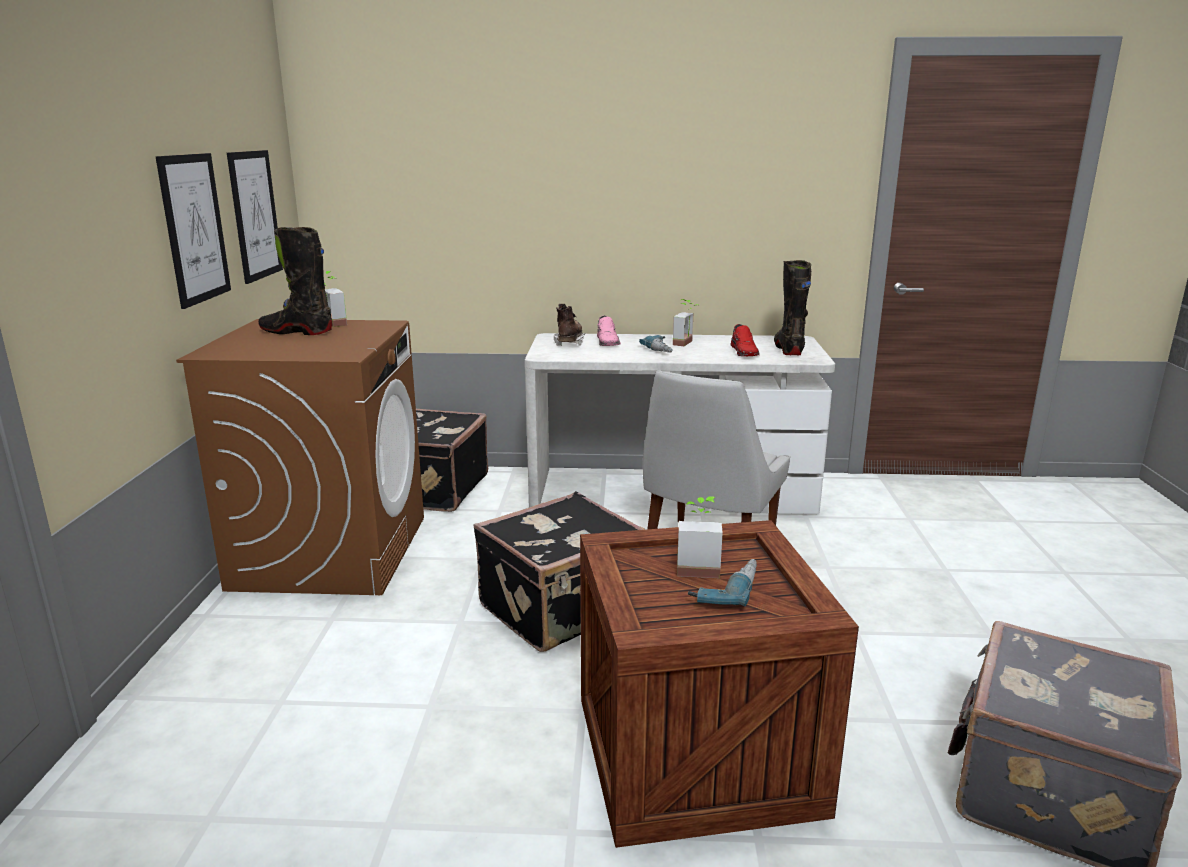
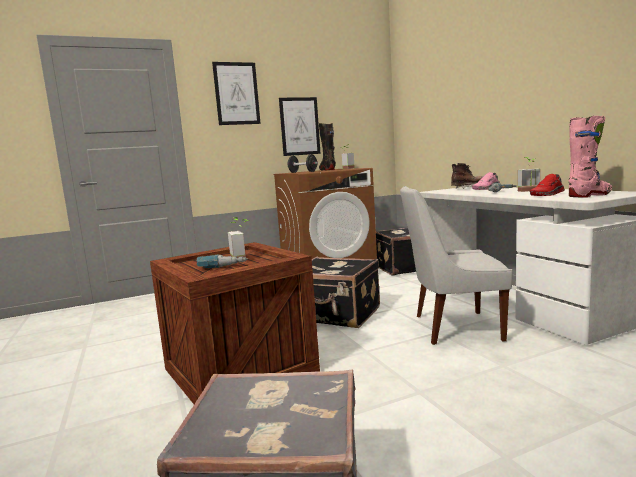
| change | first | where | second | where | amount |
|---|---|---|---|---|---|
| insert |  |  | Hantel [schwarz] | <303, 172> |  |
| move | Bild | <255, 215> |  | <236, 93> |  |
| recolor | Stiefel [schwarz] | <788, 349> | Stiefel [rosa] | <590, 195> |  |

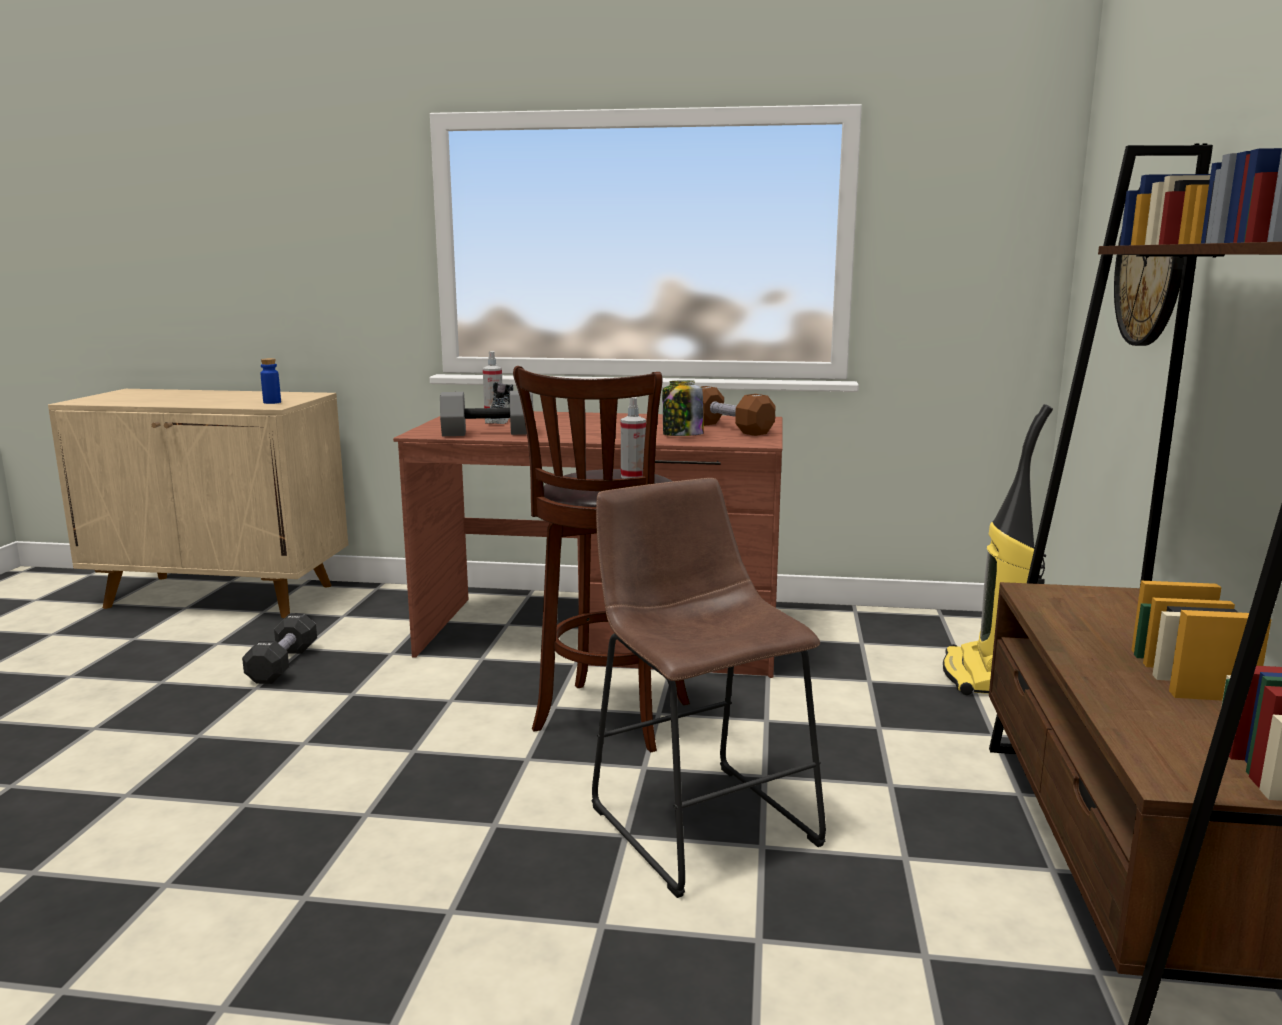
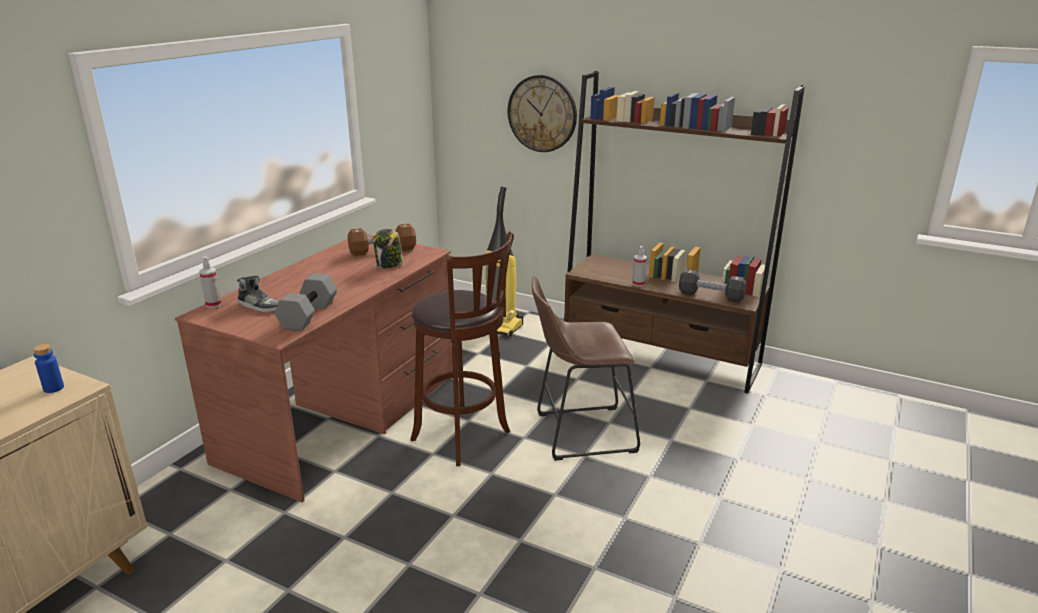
| change | first | where | second | where | amount |
|---|---|---|---|---|---|
| move | Hantel [schwarz] | <283, 664> |  | <710, 296> |  |
| move | Sprühflasche | <633, 477> |  | <638, 284> |  |

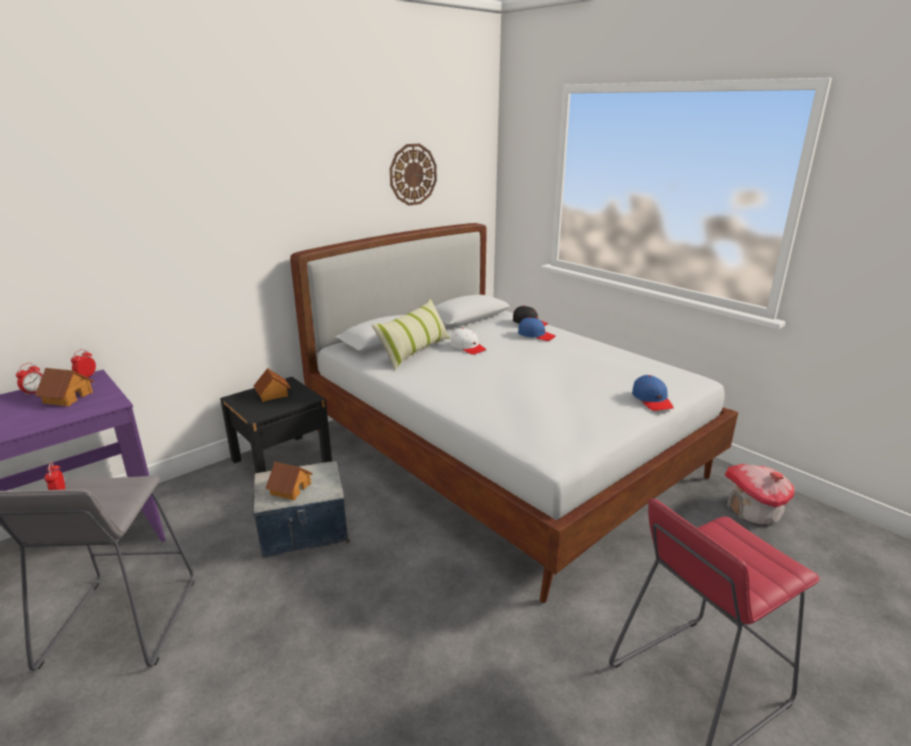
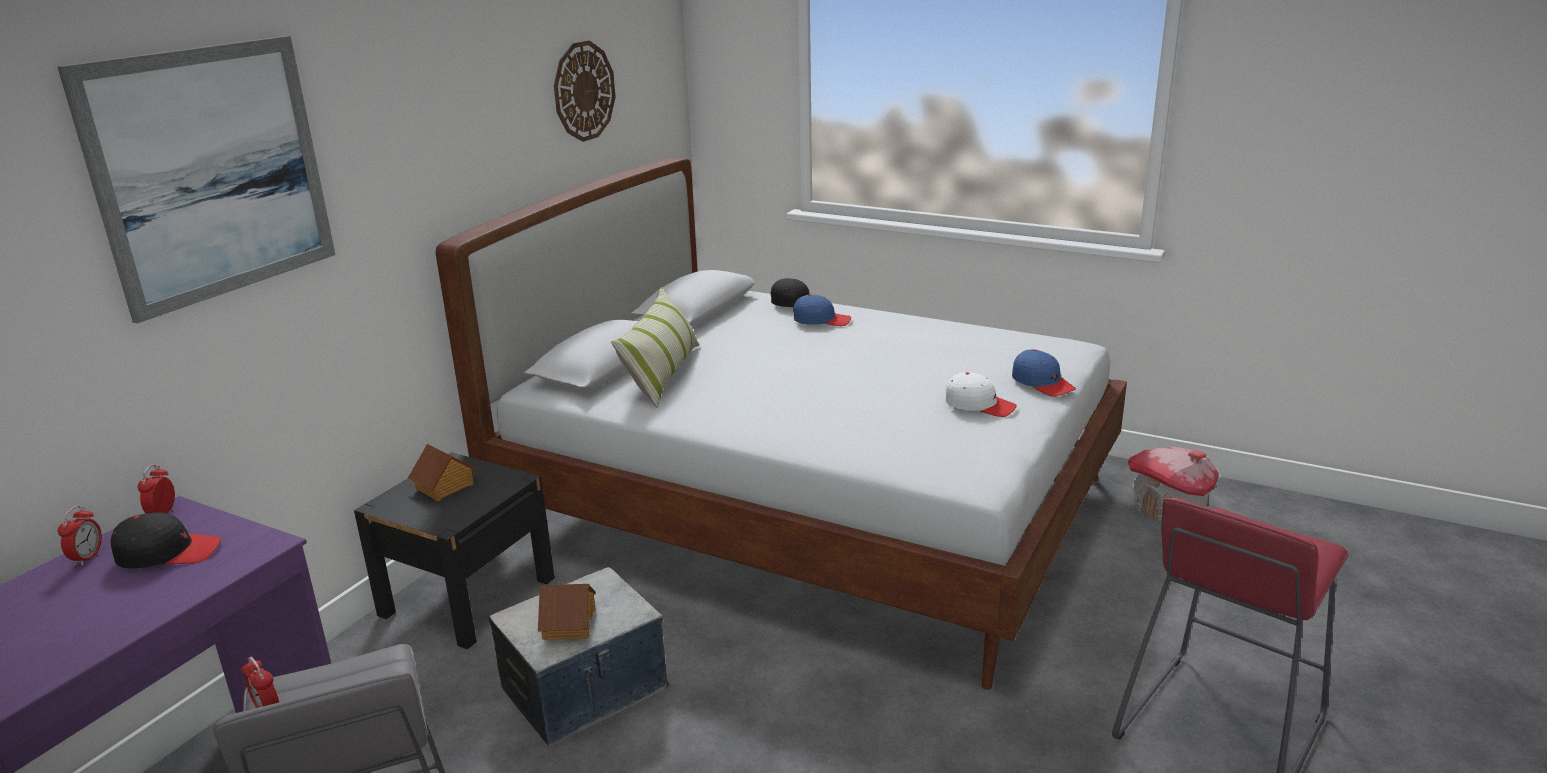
| change | first | where | second | where | amount |
|---|---|---|---|---|---|
| insert |  |  | Bild | <212, 173> |  |
| move | Kappe [weiß] | <468, 347> |  | <979, 405> |  |
| replace | Spielzeughaus | <67, 397> | Kappe [schwarz] | <168, 553> |  |

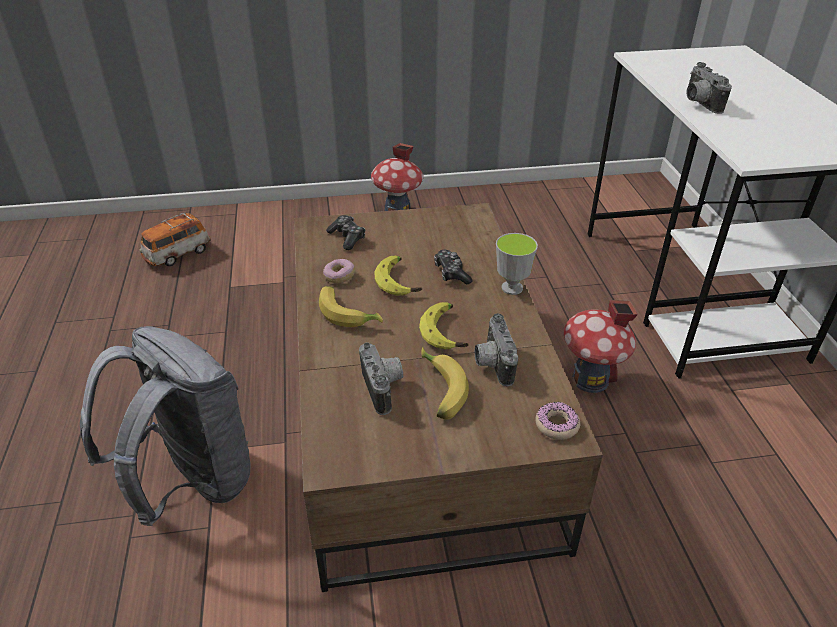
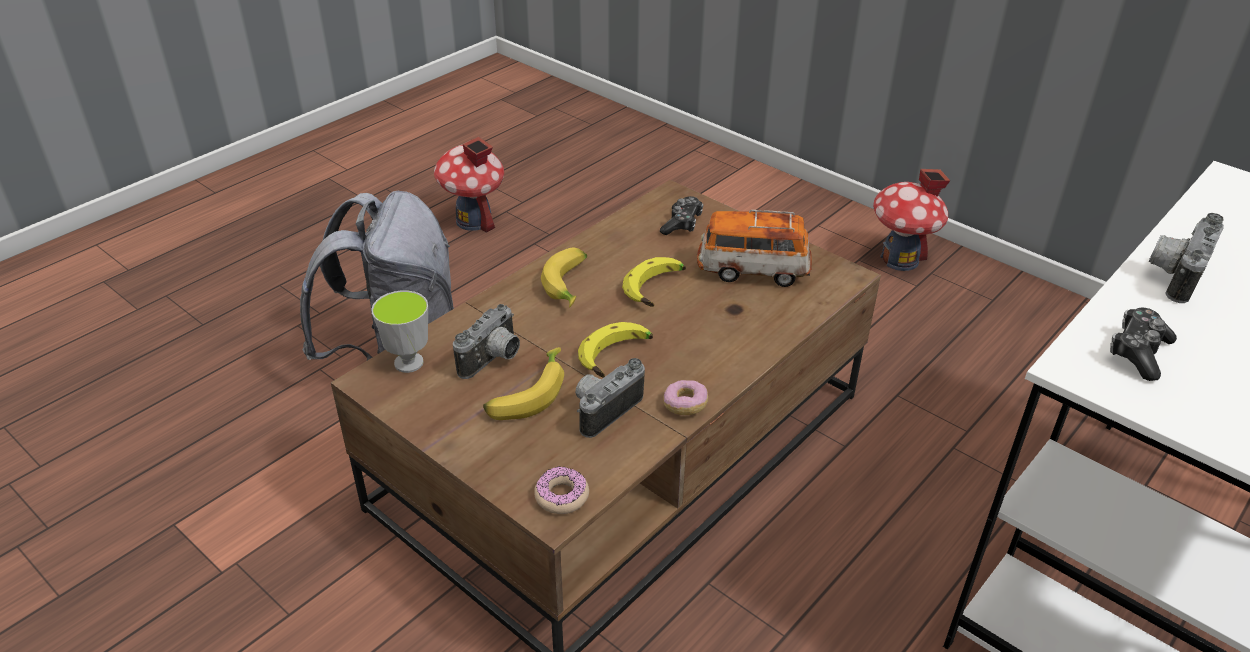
| change | first | where | second | where | amount |
|---|---|---|---|---|---|
| move | Spielzeugauto | <178, 254> |  | <752, 270> |  |
| move | Donut | <339, 277> |  | <685, 405> |  |
| move | Gamepad | <451, 273> |  | <1138, 352> |  |
| move | Tasse | <512, 288> |  | <409, 363> |  |
| move | Spielzeughaus | <590, 380> |  | <474, 220> |  |

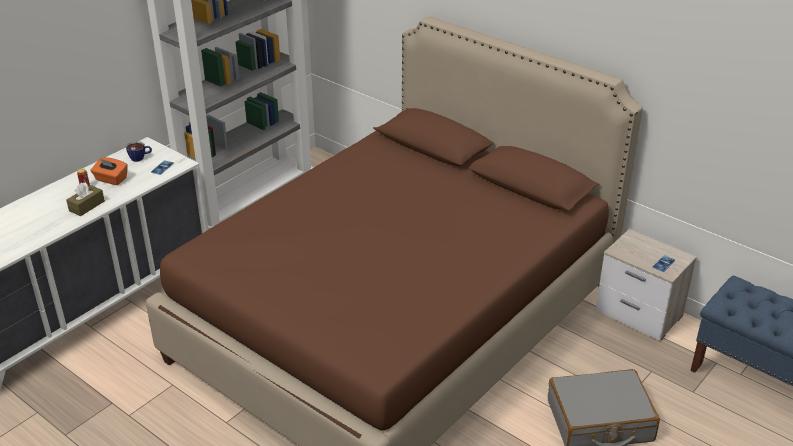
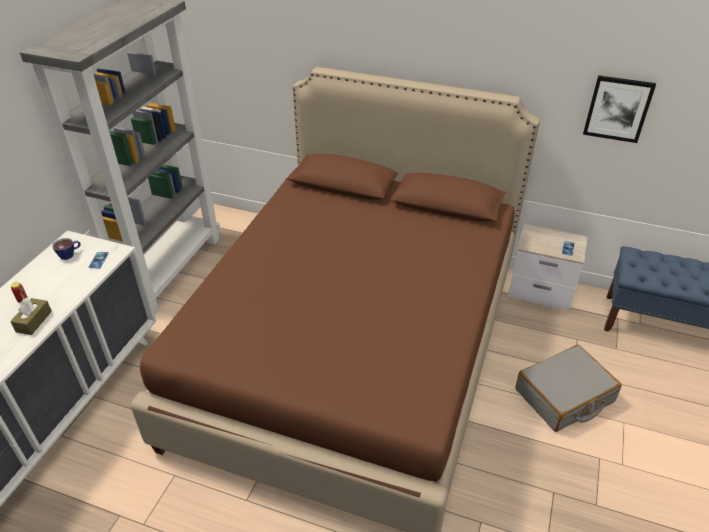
| change | first | where | second | where | amount |
|---|---|---|---|---|---|
| delete | Taschentuchbox [orange] | <111, 179> |  |  |  |
| insert |  |  | Bild | <618, 108> |  |

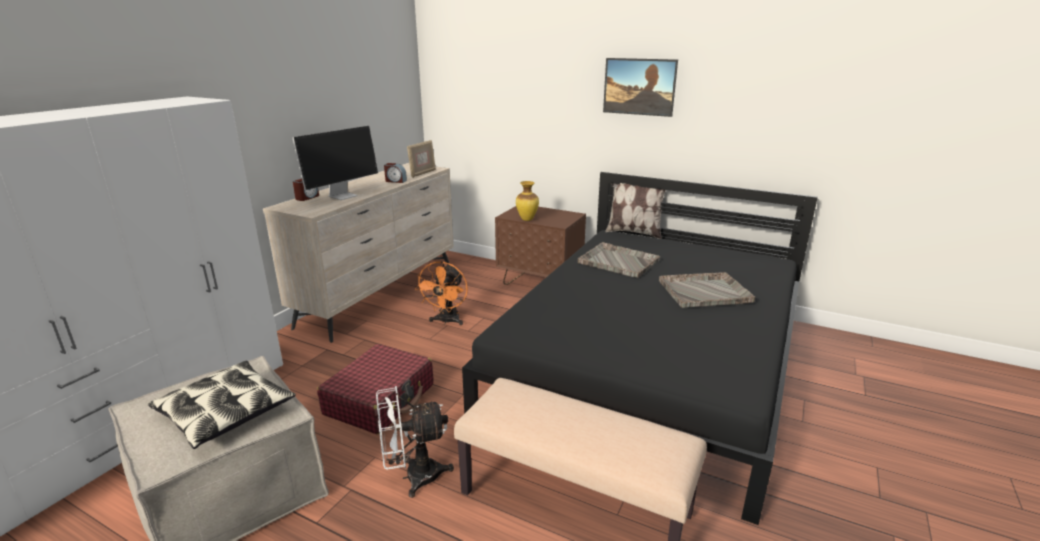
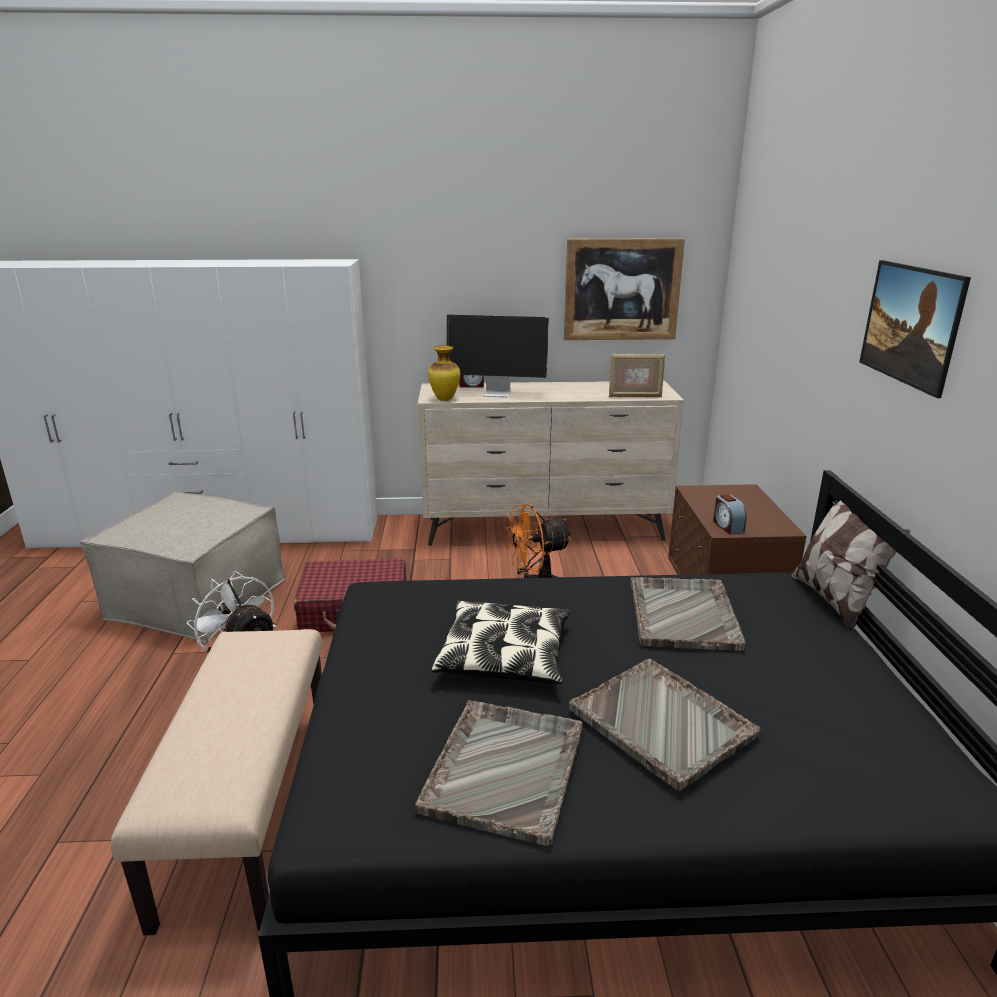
| change | first | where | second | where | amount |
|---|---|---|---|---|---|
| insert |  |  | Tablett [grau] | <505, 768> |  |
| insert |  |  | Bild | <622, 290> |  |
| move | Kissen | <226, 412> |  | <505, 655> |  |
| move | Wecker | <395, 181> |  | <727, 526> |  |
| move | Vase | <527, 219> |  | <445, 399> |  |

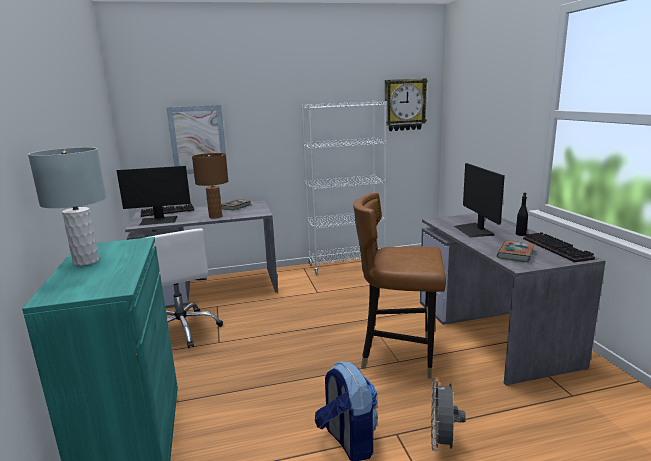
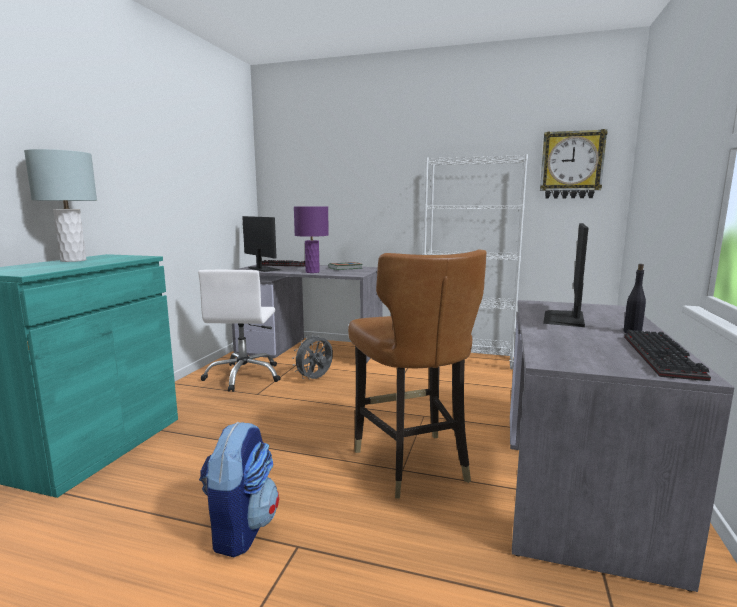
| change | first | where | second | where | amount |
|---|---|---|---|---|---|
| delete | Bild | <198, 140> |  |  |  |
| delete | Buch | <515, 254> |  |  |  |
| move | Ventilator [grau] | <442, 443> |  | <315, 379> |  |
| recolor | Tischlampe [braun] | <215, 216> | Tischlampe [lila] | <312, 272> |  |
| rotate | Monitor | <159, 220> |  | <264, 269> | 150 degrees counterclockwise |
| rotate | Stuhl [braun] | <399, 355> |  | <411, 463> | 150 degrees counterclockwise |

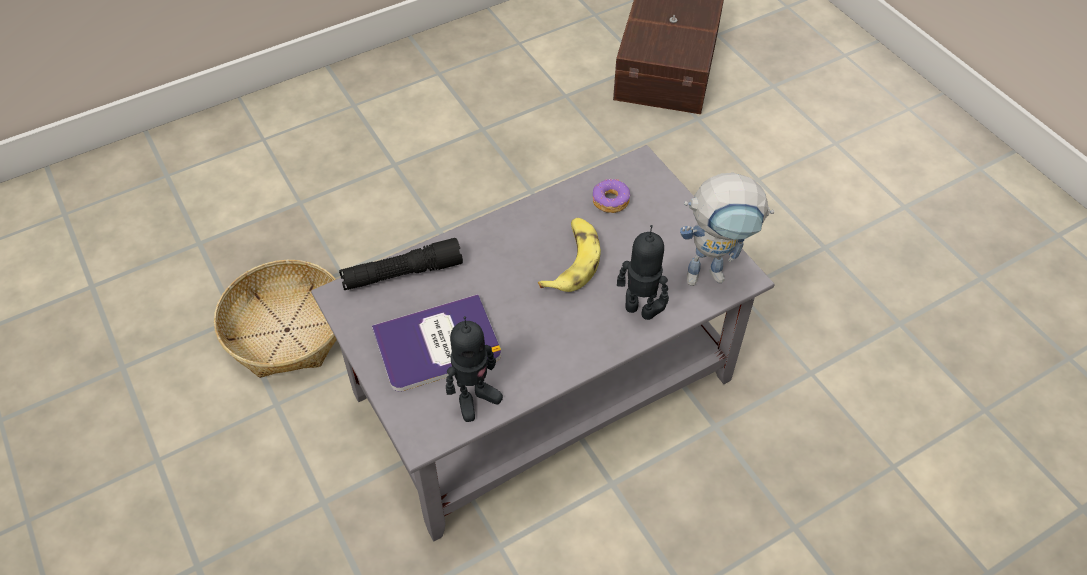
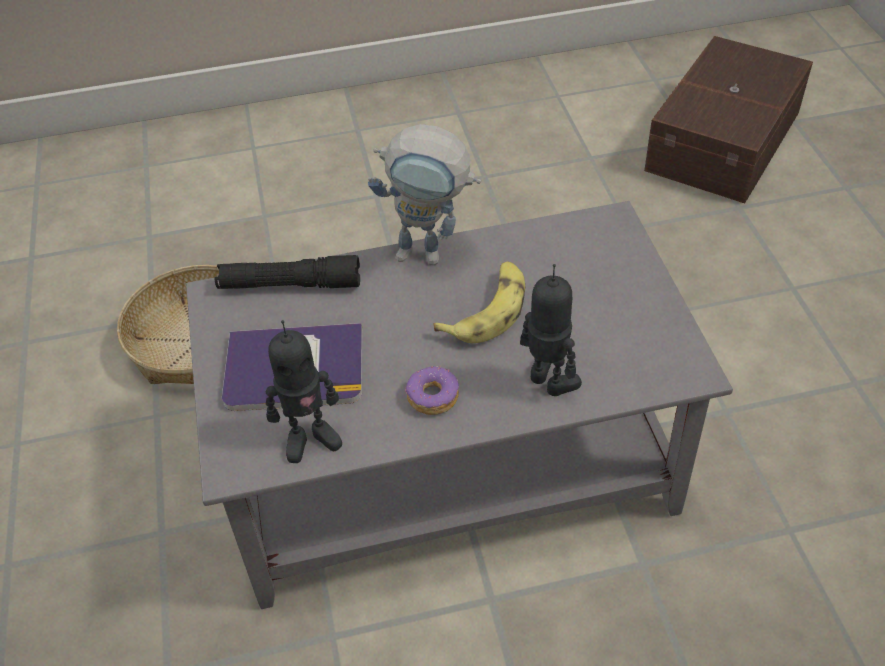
| change | first | where | second | where | amount |
|---|---|---|---|---|---|
| move | Donut | <610, 201> |  | <432, 396> |  |
| move | Spielzeugroboter | <714, 273> |  | <431, 254> |  |

